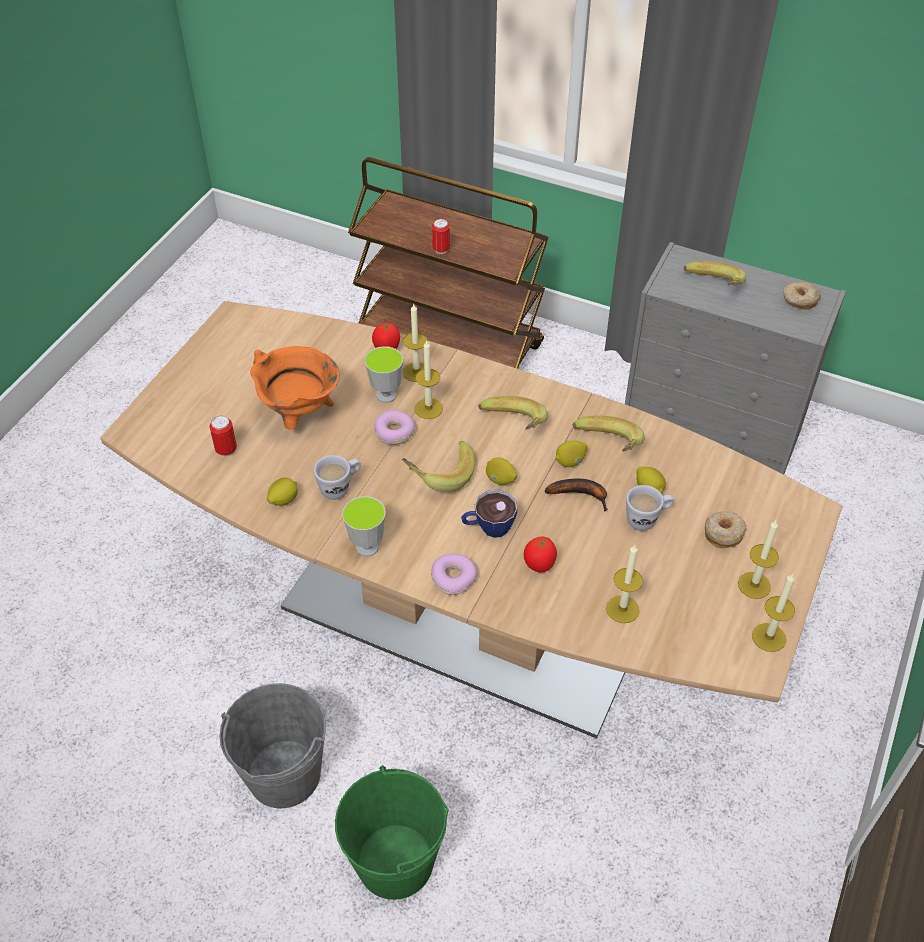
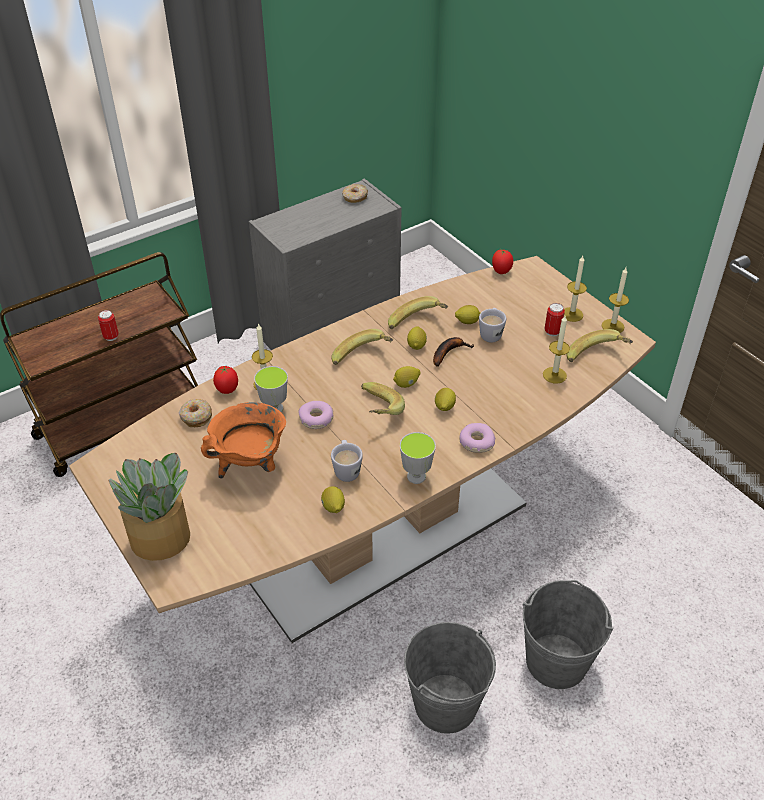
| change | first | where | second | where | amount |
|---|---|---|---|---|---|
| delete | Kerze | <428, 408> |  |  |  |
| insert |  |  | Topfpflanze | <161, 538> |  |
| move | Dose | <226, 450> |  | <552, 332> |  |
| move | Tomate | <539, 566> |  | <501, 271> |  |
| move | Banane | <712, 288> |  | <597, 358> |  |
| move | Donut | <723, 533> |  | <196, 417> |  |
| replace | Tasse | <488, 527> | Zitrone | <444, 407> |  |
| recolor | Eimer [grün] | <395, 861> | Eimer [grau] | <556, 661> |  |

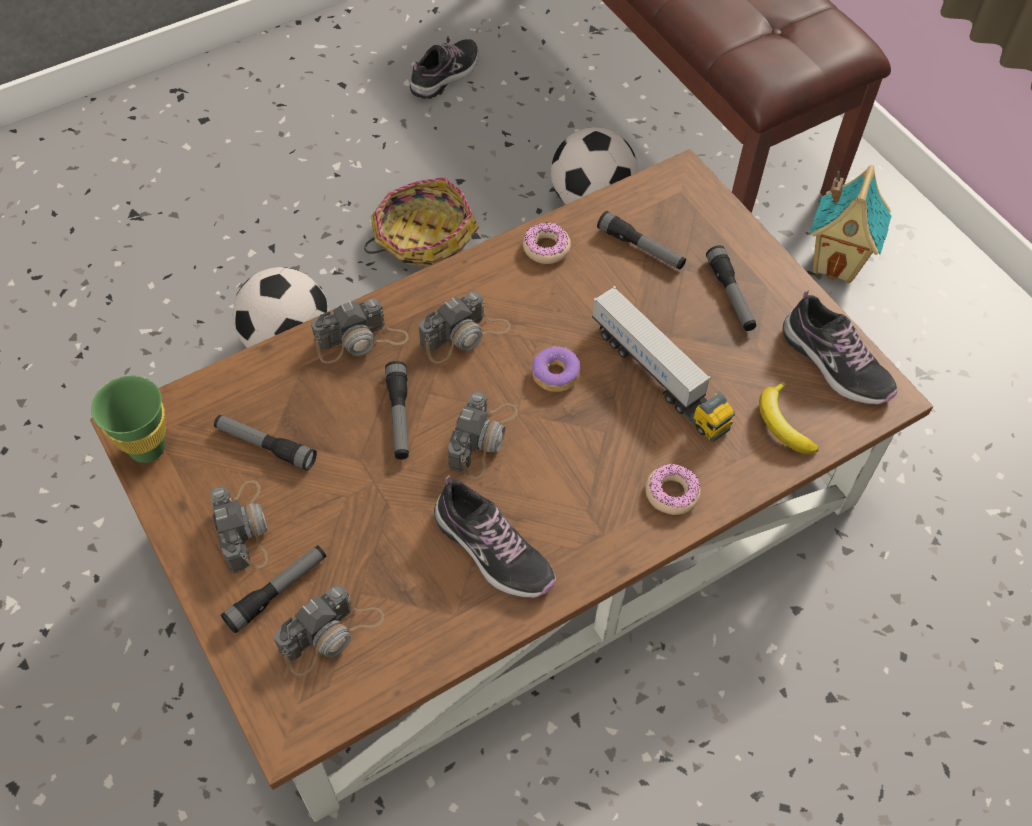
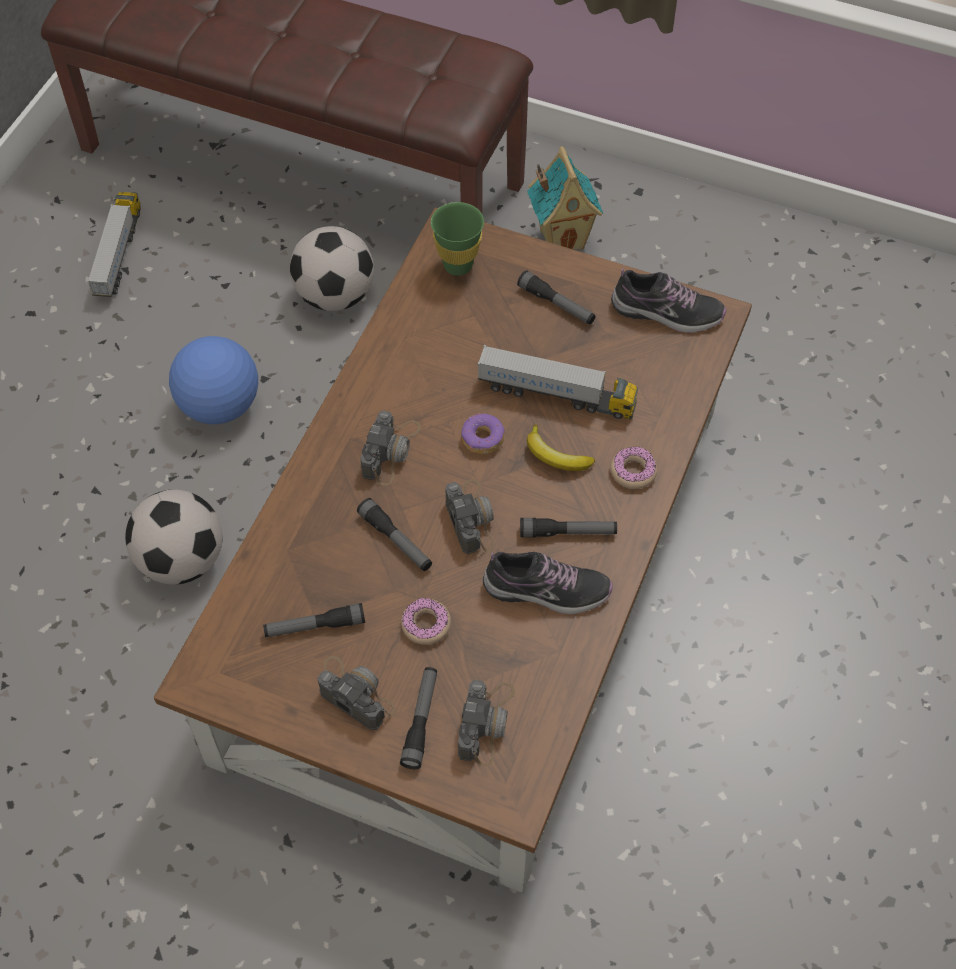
| change | first | where | second | where | amount |
|---|---|---|---|---|---|
| delete | Kamera | <361, 340> |  |  |  |
| move | Tasse [grün] | <147, 448> |  | <458, 265> |  |
| move | Donut | <546, 248> |  | <426, 624> |  |
| move | Taschenlampe | <641, 248> |  | <568, 532> |  |
| move | Banane | <782, 424> |  | <555, 456> |  |
| replace | Korb | <422, 237> | Fußball | <220, 405> |  |
| replace | Schuh | <446, 75> | Spielzeuglaster | <119, 254> |  |

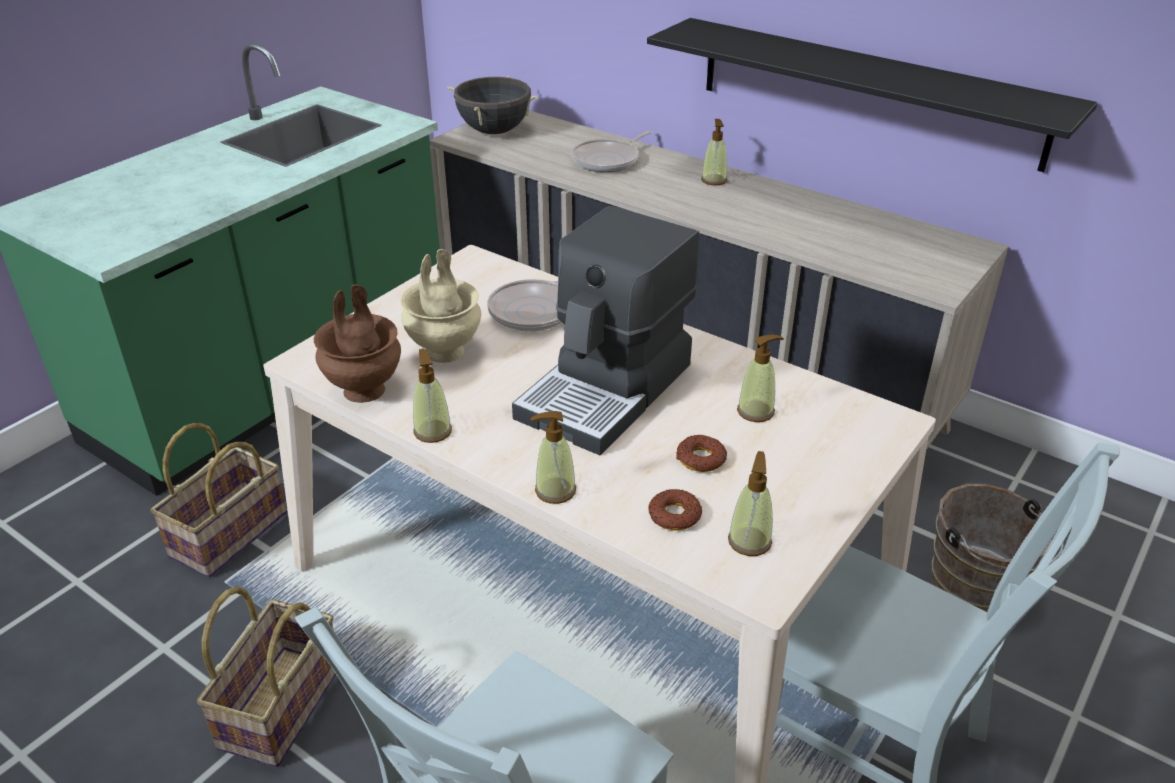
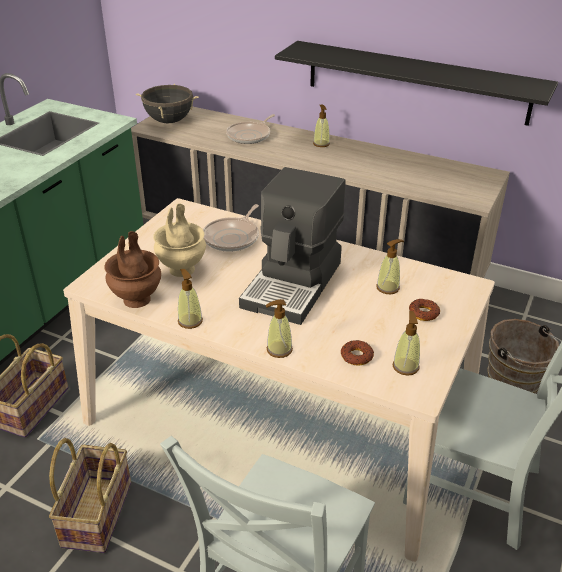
| change | first | where | second | where | amount |
|---|---|---|---|---|---|
| move | Donut | <701, 459> |  | <423, 313> |  |

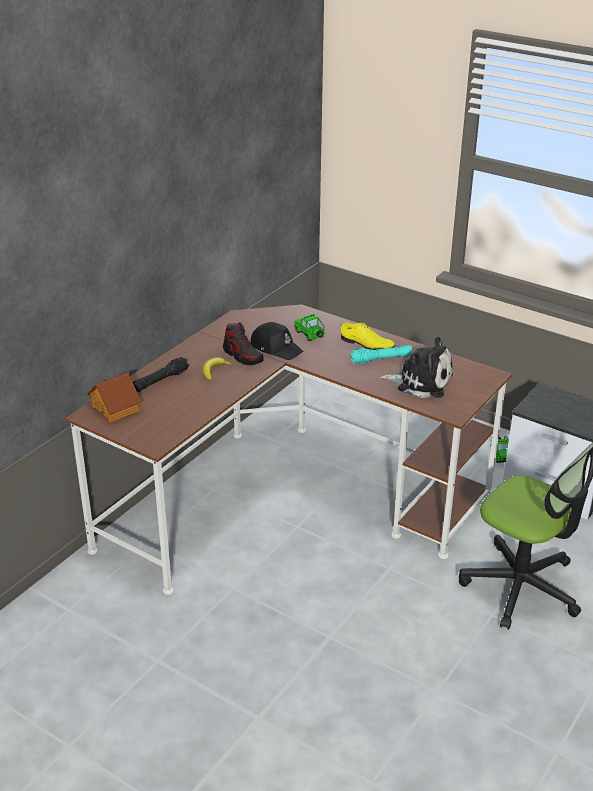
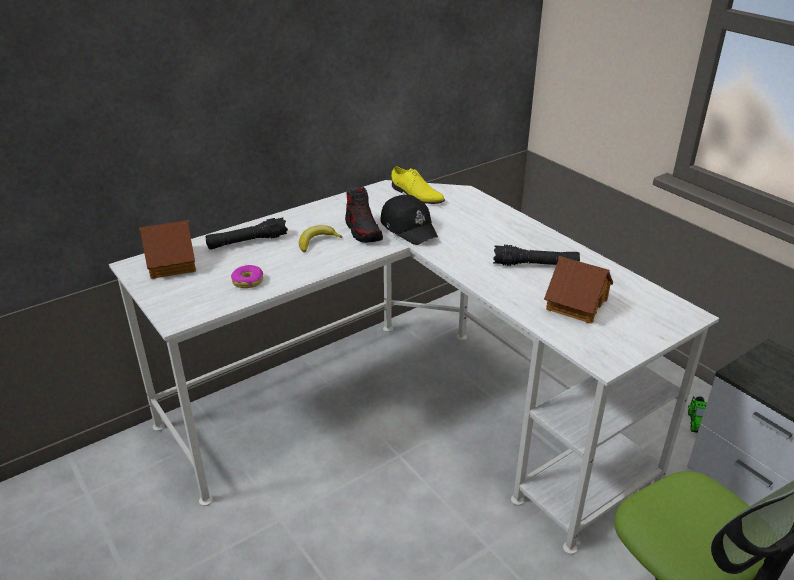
| change | first | where | second | where | amount |
|---|---|---|---|---|---|
| delete | Spielzeugauto | <310, 335> |  |  |  |
| insert |  |  | Donut | <248, 281> |  |
| move | Schuh [gelb] | <366, 343> |  | <416, 195> |  |
| replace | Plüschtier | <421, 381> | Spielzeughaus | <576, 304> |  |
| recolor | Schreibtisch [braun] | <287, 497> | Schreibtisch [weiß] | <405, 415> |  |
| recolor | Taschenlampe [türkis] | <381, 359> | Taschenlampe [schwarz] | <535, 265> |  |

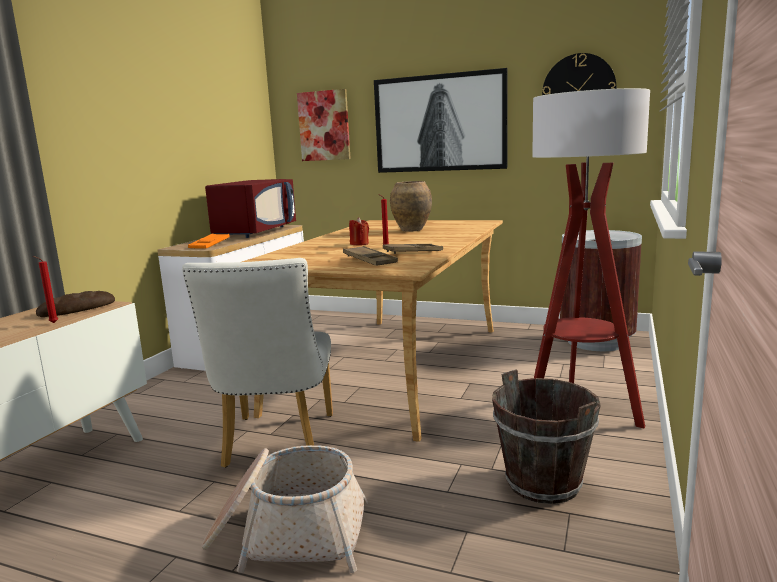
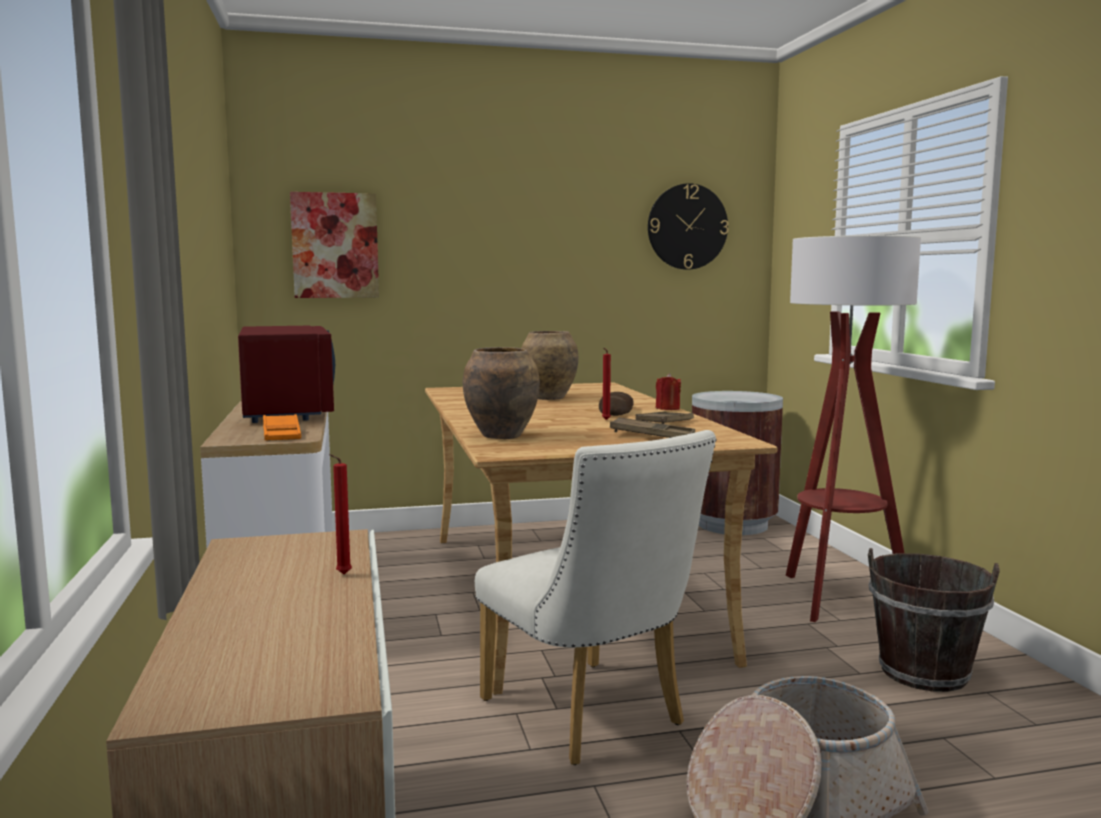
| change | first | where | second | where | amount |
|---|---|---|---|---|---|
| delete | Bild | <439, 123> |  |  |  |
| insert |  |  | Vase [braun] | <502, 436> |  |
| move | Brot | <77, 309> |  | <616, 410> |  |
| move | Kerze [rot] | <359, 244> |  | <667, 408> |  |

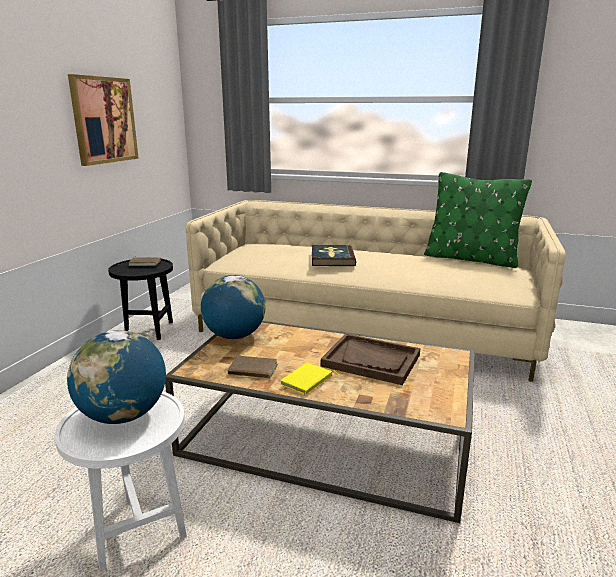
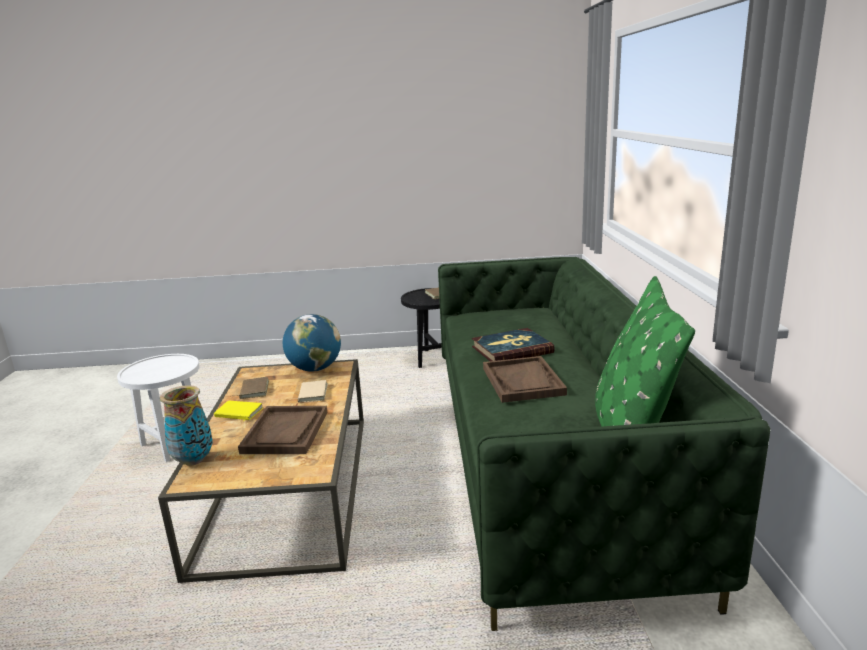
| change | first | where | second | where | amount |
|---|---|---|---|---|---|
| delete | Globus | <124, 416> |  |  |  |
| delete | Bild | <104, 120> |  |  |  |
| insert |  |  | Vase | <193, 460> |  |
| insert |  |  | Buch [beige] | <311, 393> |  |
| insert |  |  | Tablett [braun] | <523, 381> |  |
| recolor | Sofa [beige] | <365, 328> | Sofa [grün] | <546, 460> |  |

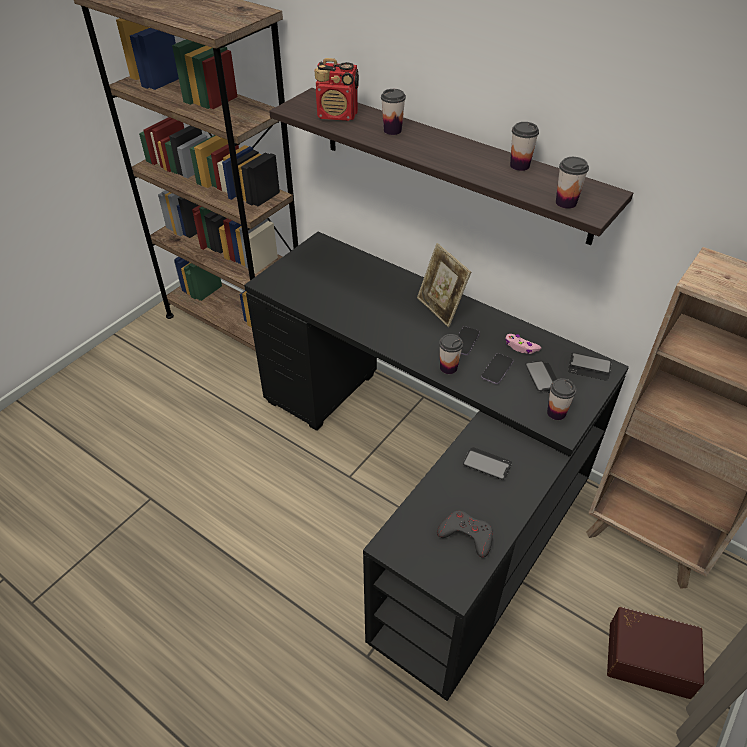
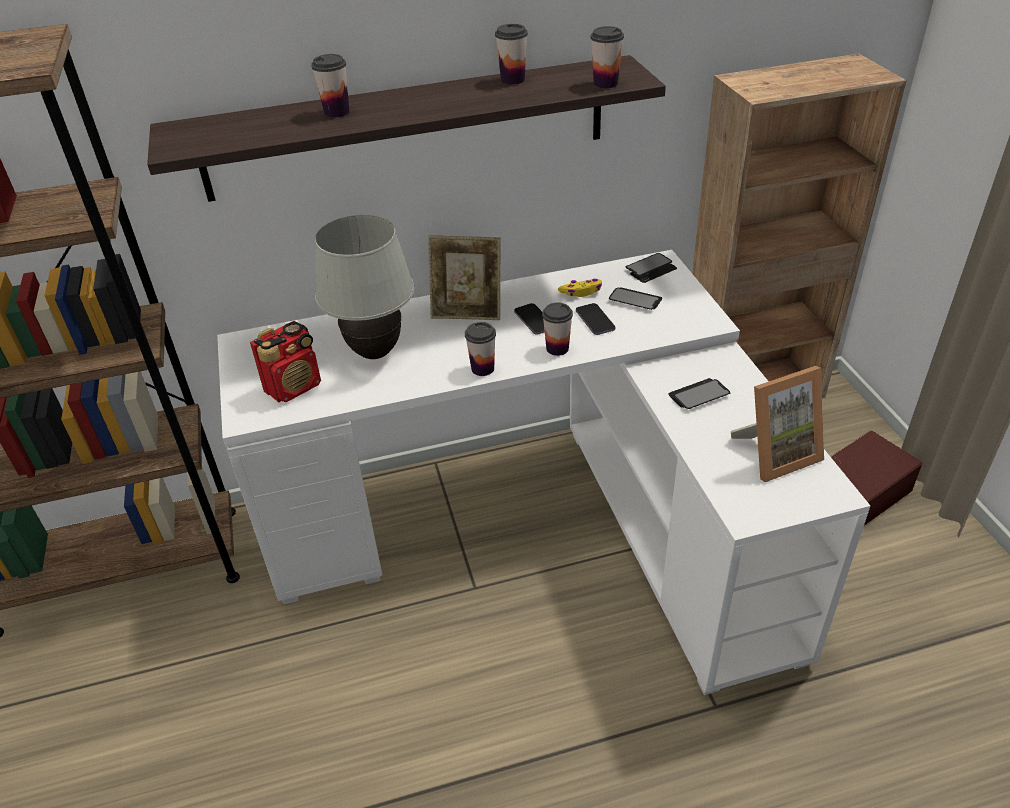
| change | first | where | second | where | amount |
|---|---|---|---|---|---|
| insert |  |  | Tischlampe [weiß] | <375, 352> |  |
| move | Radio | <338, 115> |  | <294, 387> |  |
| move | Tasse | <556, 413> |  | <482, 368> |  |
| replace | Gamepad [grau] | <466, 535> | Bilderrahmen | <775, 454> |  |
| recolor | Schreibtisch [schwarz] | <426, 479> | Schreibtisch [weiß] | <542, 524> |  |
| recolor | Gamepad [rosa] | <521, 347> | Gamepad [gelb] | <581, 292> |  |

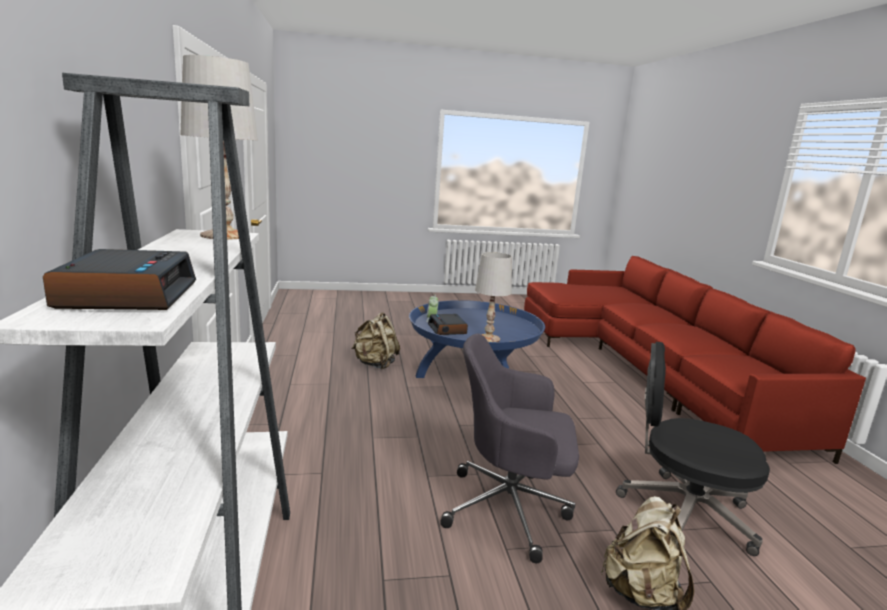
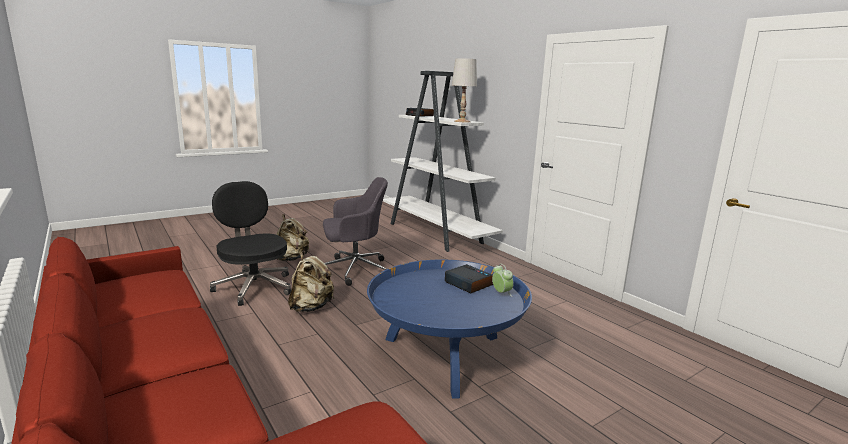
| change | first | where | second | where | amount |
|---|---|---|---|---|---|
| delete | Tischlampe [weiß] | <489, 338> |  |  |  |
| move | Rucksack [beige] | <375, 364> |  | <311, 307> |  |
| rotate | Bürostuhl [schwarz] | <683, 512> |  | <254, 287> | 120 degrees counterclockwise |

